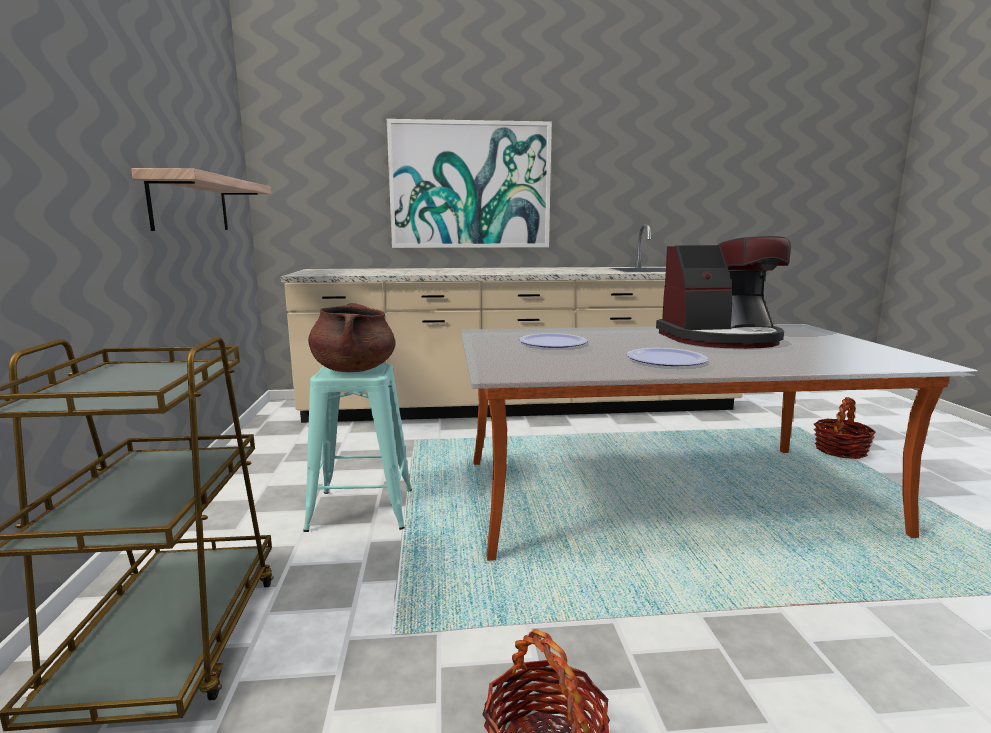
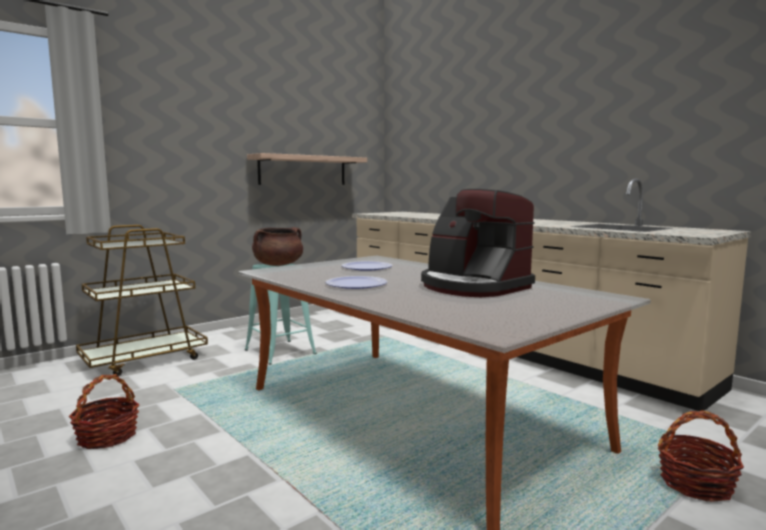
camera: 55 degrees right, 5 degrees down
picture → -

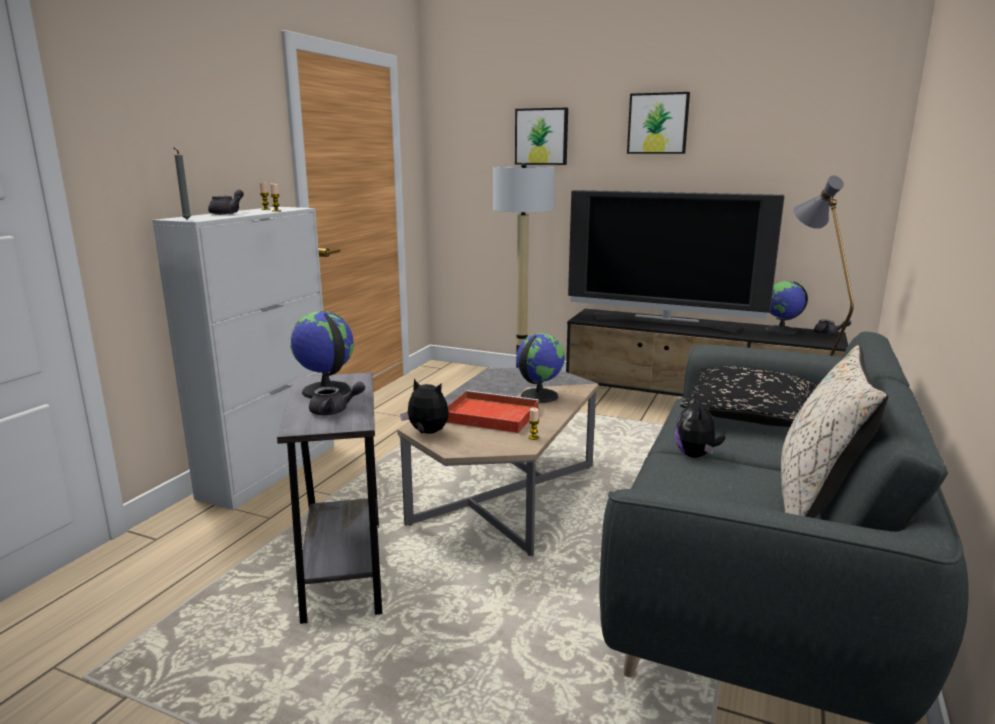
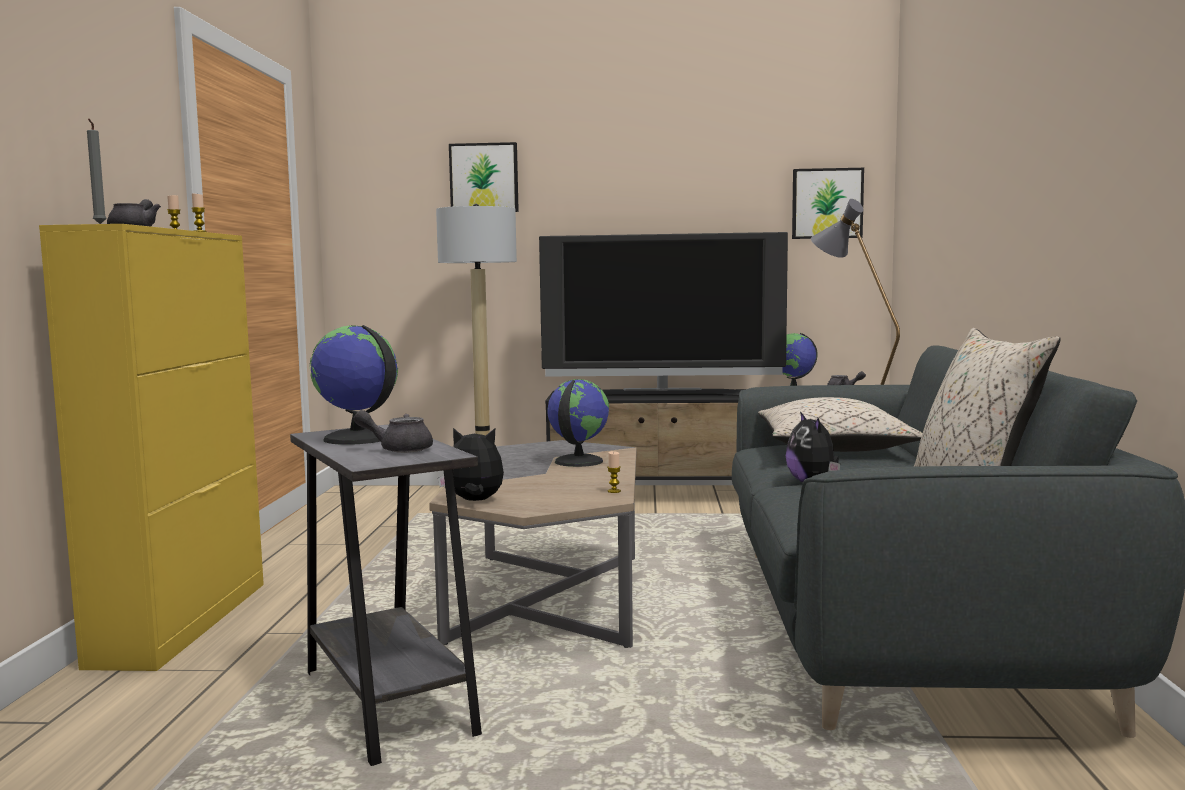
camera: 20 degrees left, 10 degrees down
white-coloured cabinet → yellow cabinet
grey teapot (2nd from left), 150 degrees counterclockwise
blackish cushion → beige cushion (1st from left)
picture (2nd from left), moved
red-coloured tray → -

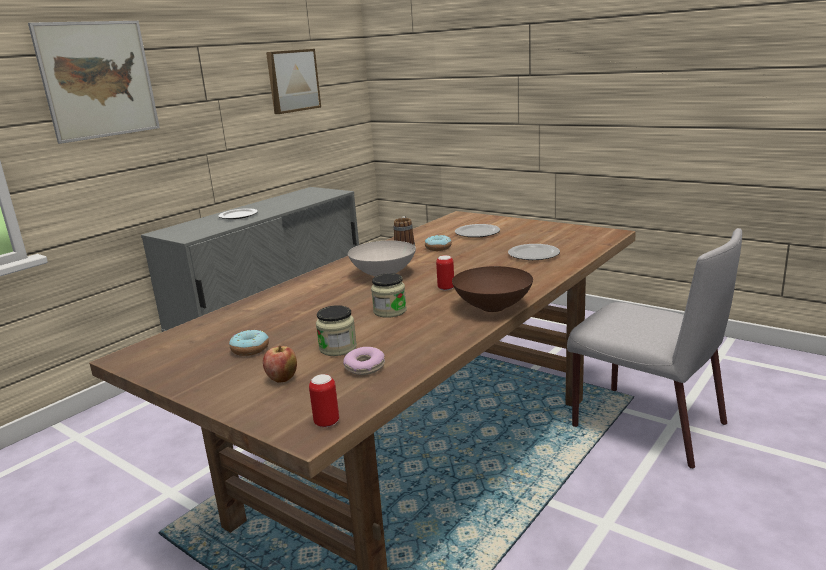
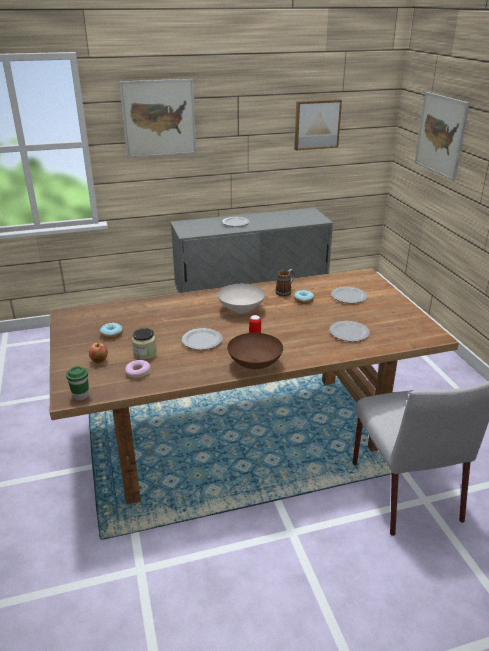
camera: 35 degrees right, 10 degrees up
can (1st from left) → green cup
storage jar (2nd from left) → plate (1st from left)
- → picture (3rd from left)

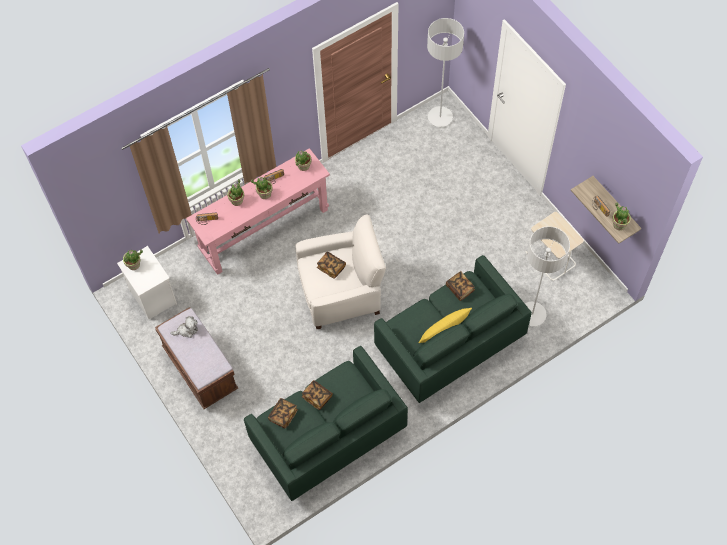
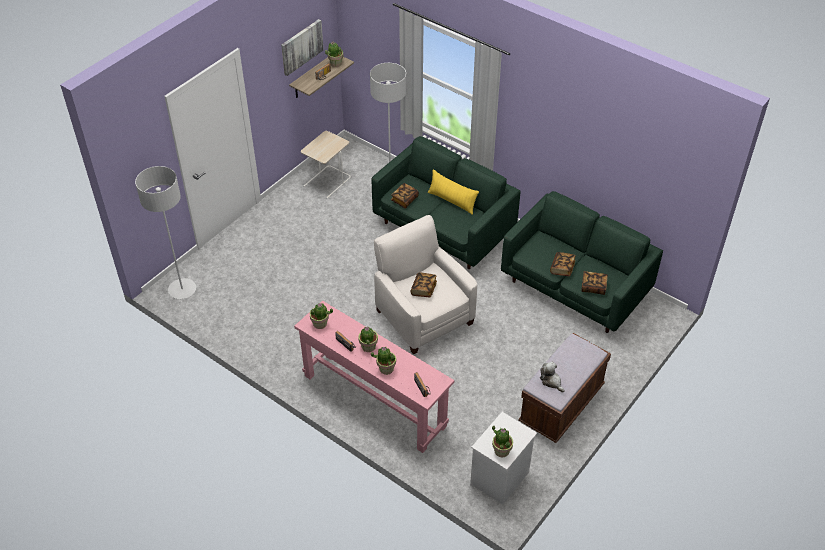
camera: 110 degrees left, 15 degrees down
- → picture

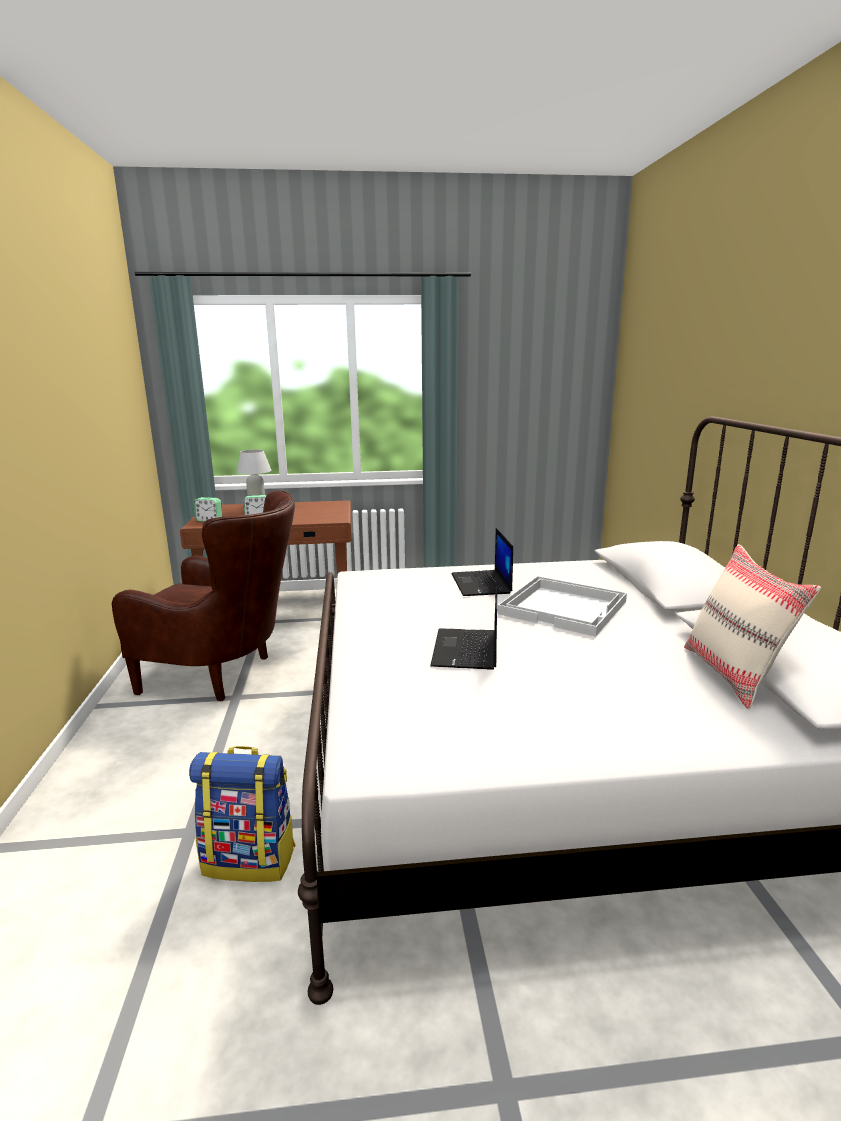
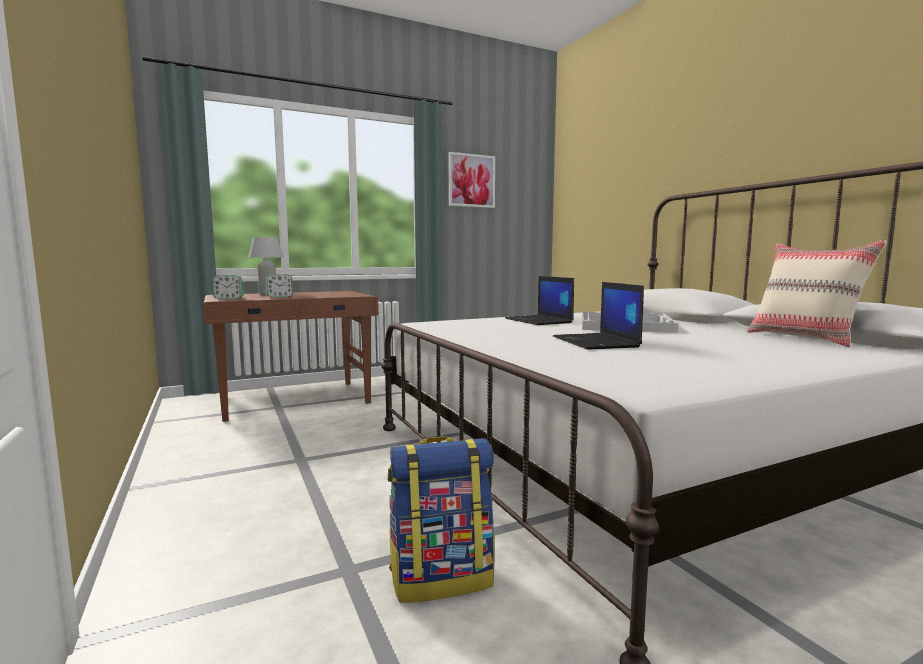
camera: 20 degrees left, 10 degrees down
- → picture
brownish armchair → -

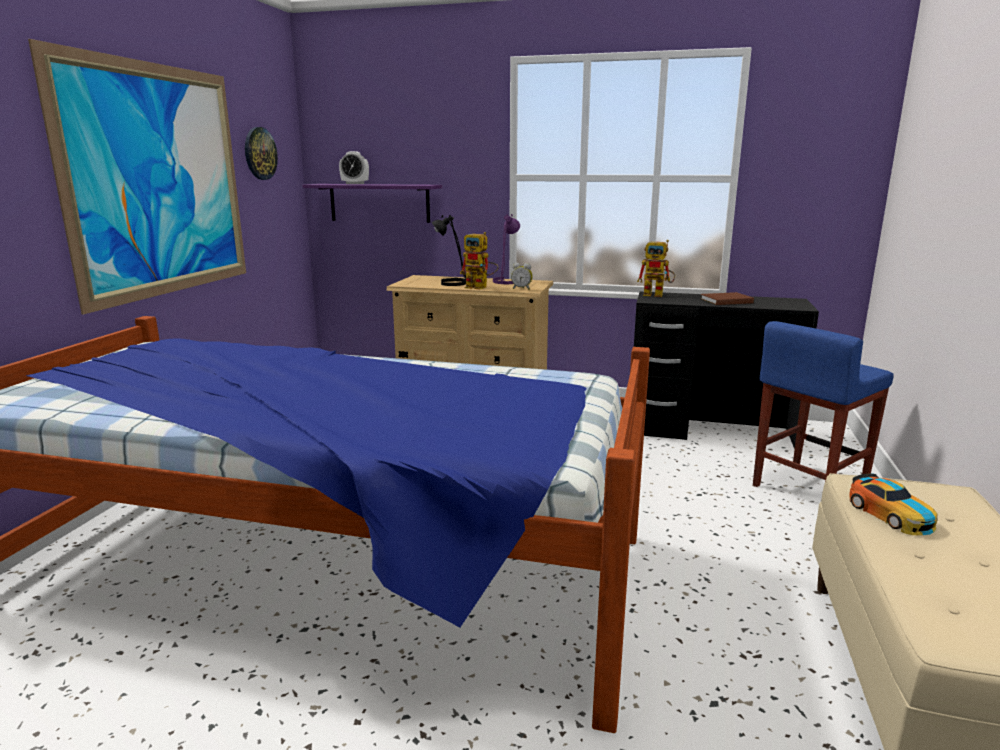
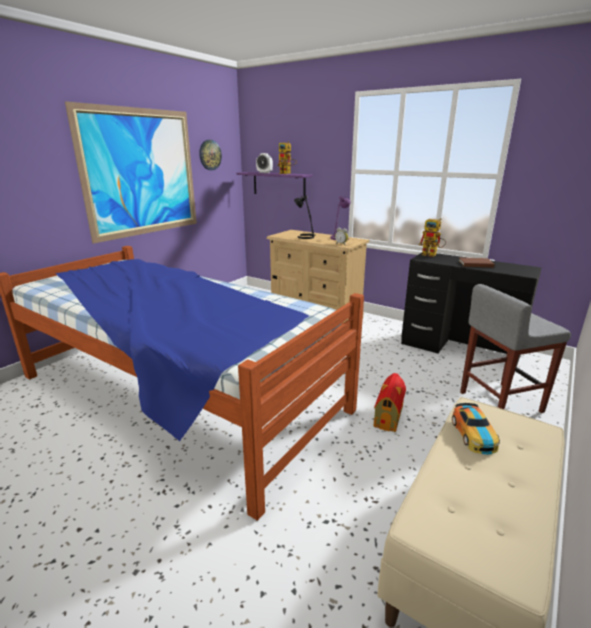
camera: 20 degrees right, 5 degrees up
robot figure (1st from left), moved
- → model house
blue stool seat → grey stool seat

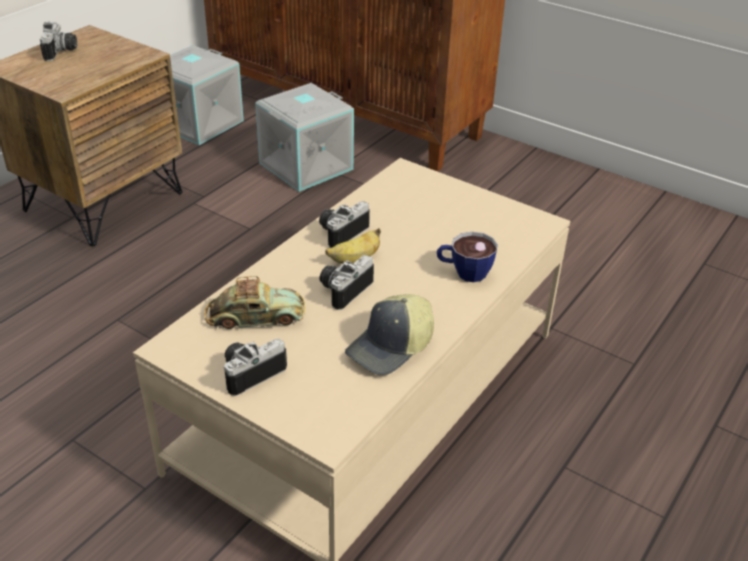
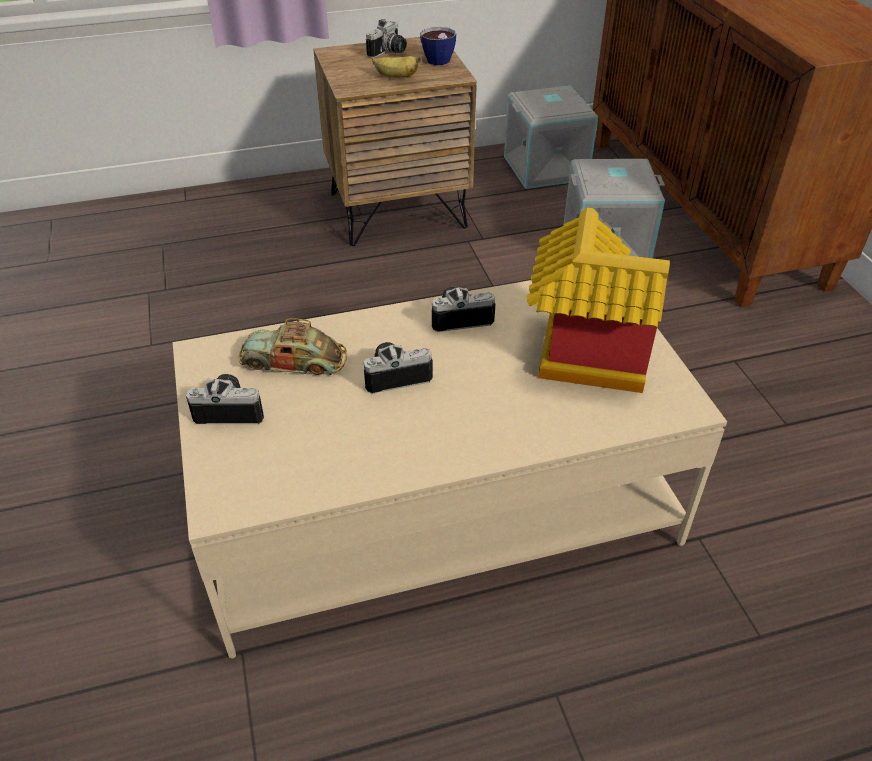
camera: 40 degrees right, 5 degrees up
model car, 150 degrees clockwise
whole banana, moved
cup, moved
- → model house
peaked cap → -

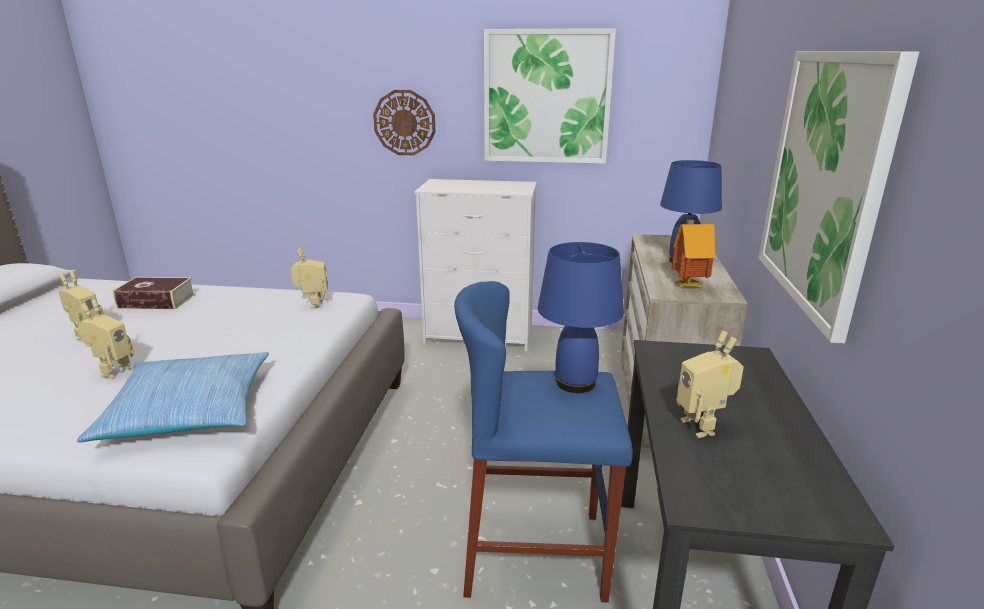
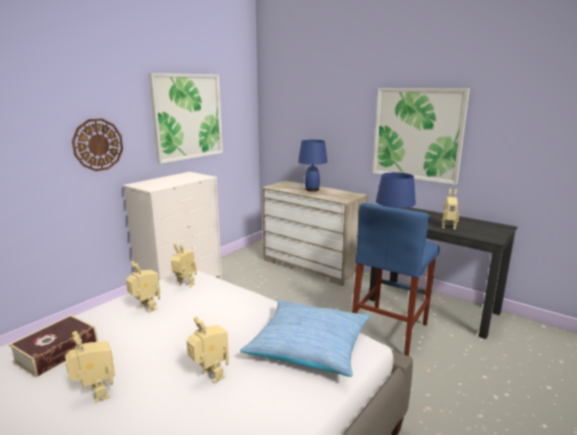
camera: 60 degrees left, 5 degrees down
- → robot figure (2nd from left)
model house → -

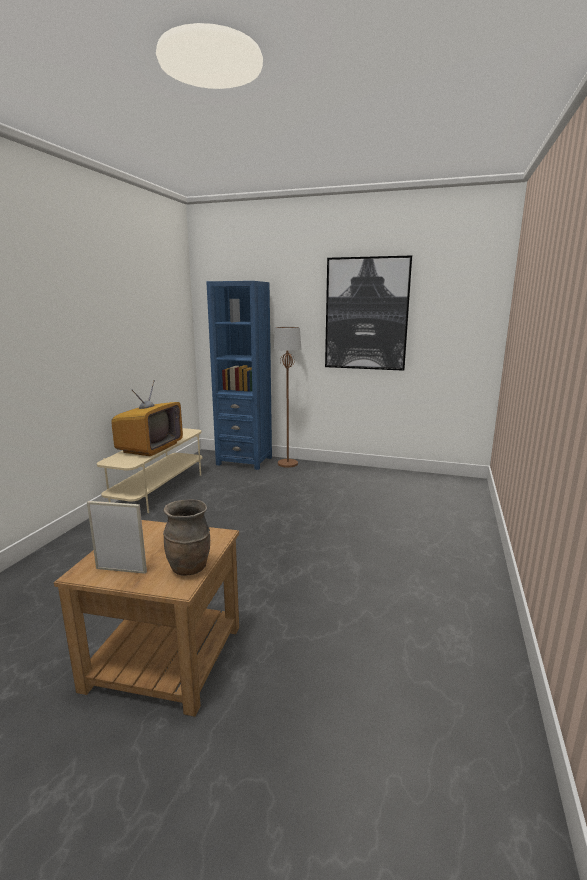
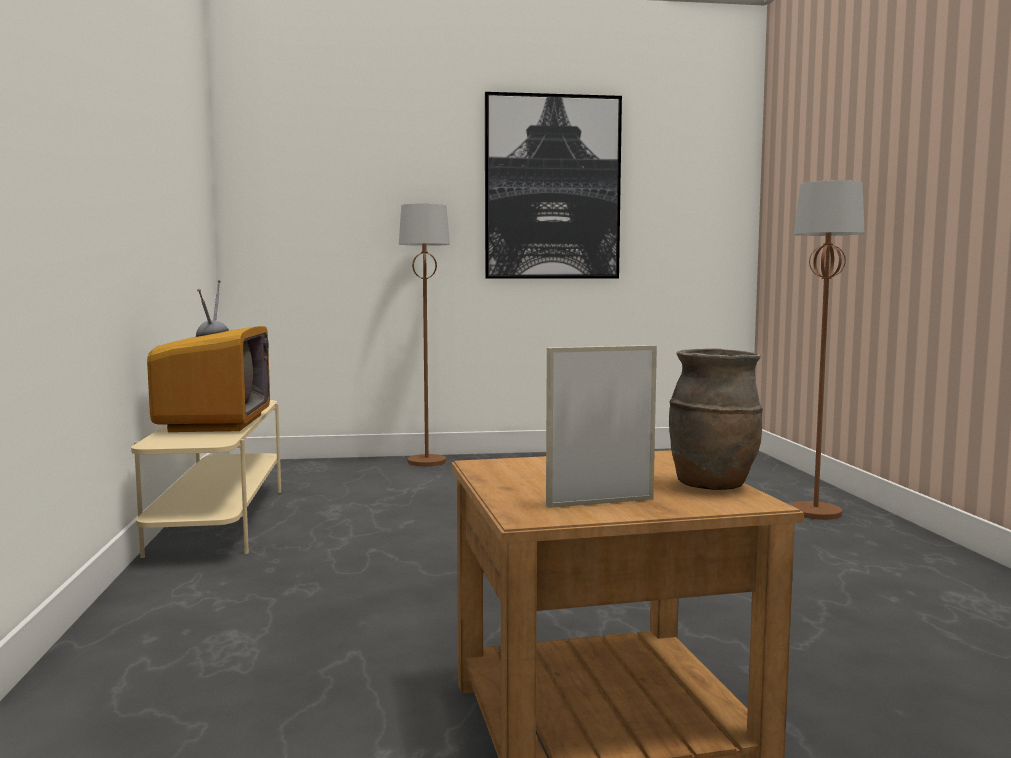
camera: 25 degrees left, 10 degrees down
- → brownish floor lamp (2nd from left)
blue bookshelf → -

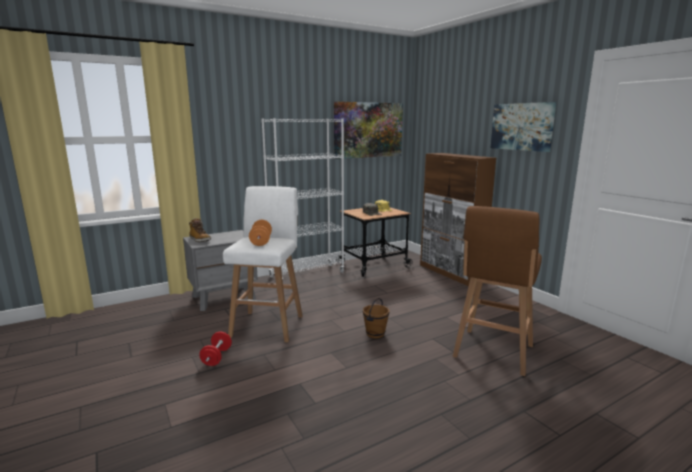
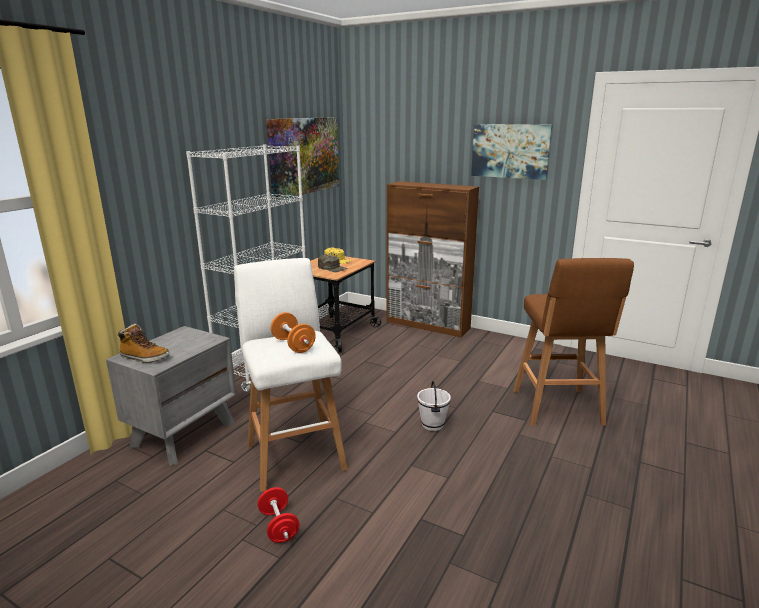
camera: 30 degrees left, 5 degrees up
brownish bucket → white-coloured bucket

